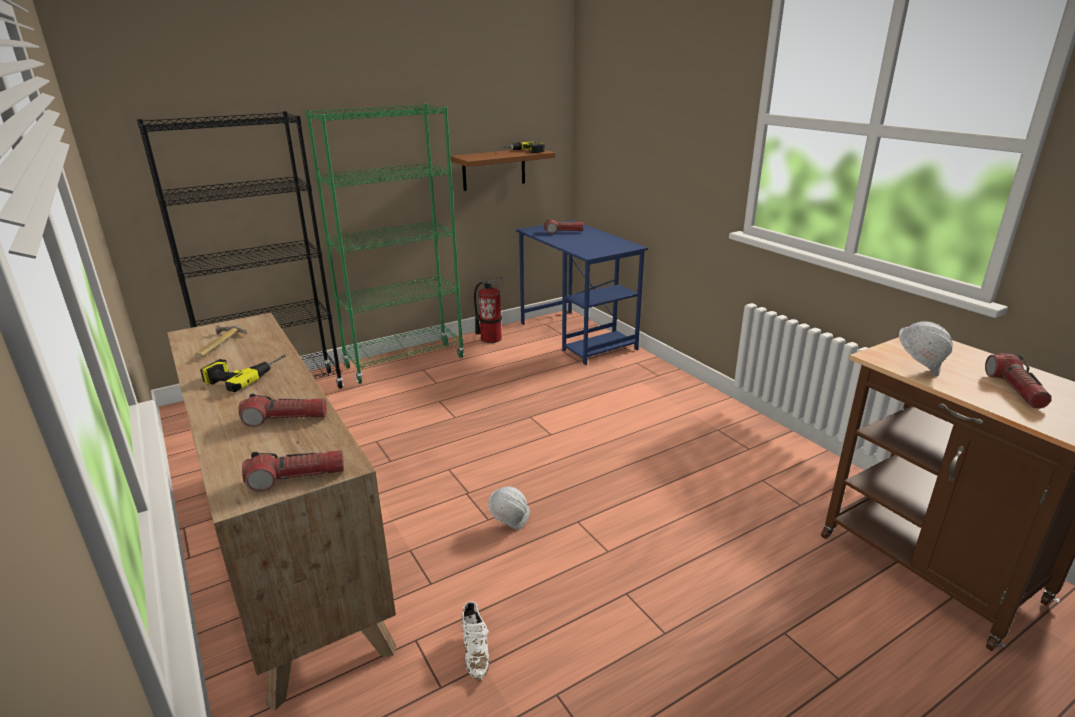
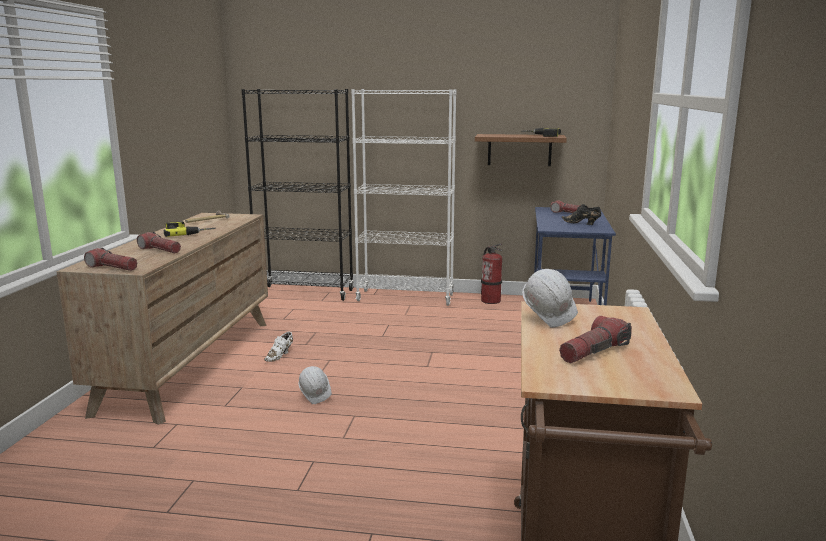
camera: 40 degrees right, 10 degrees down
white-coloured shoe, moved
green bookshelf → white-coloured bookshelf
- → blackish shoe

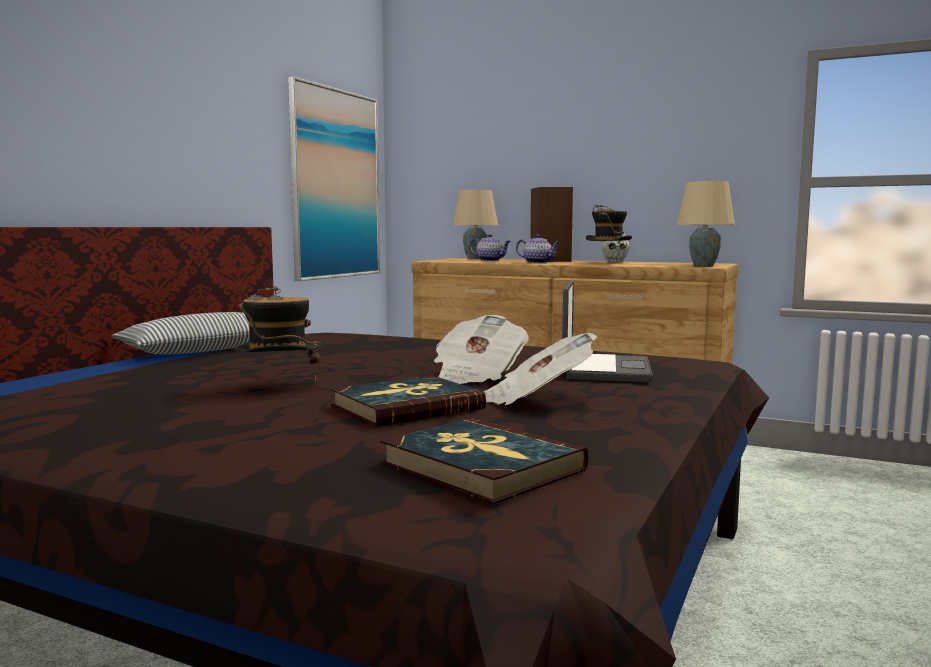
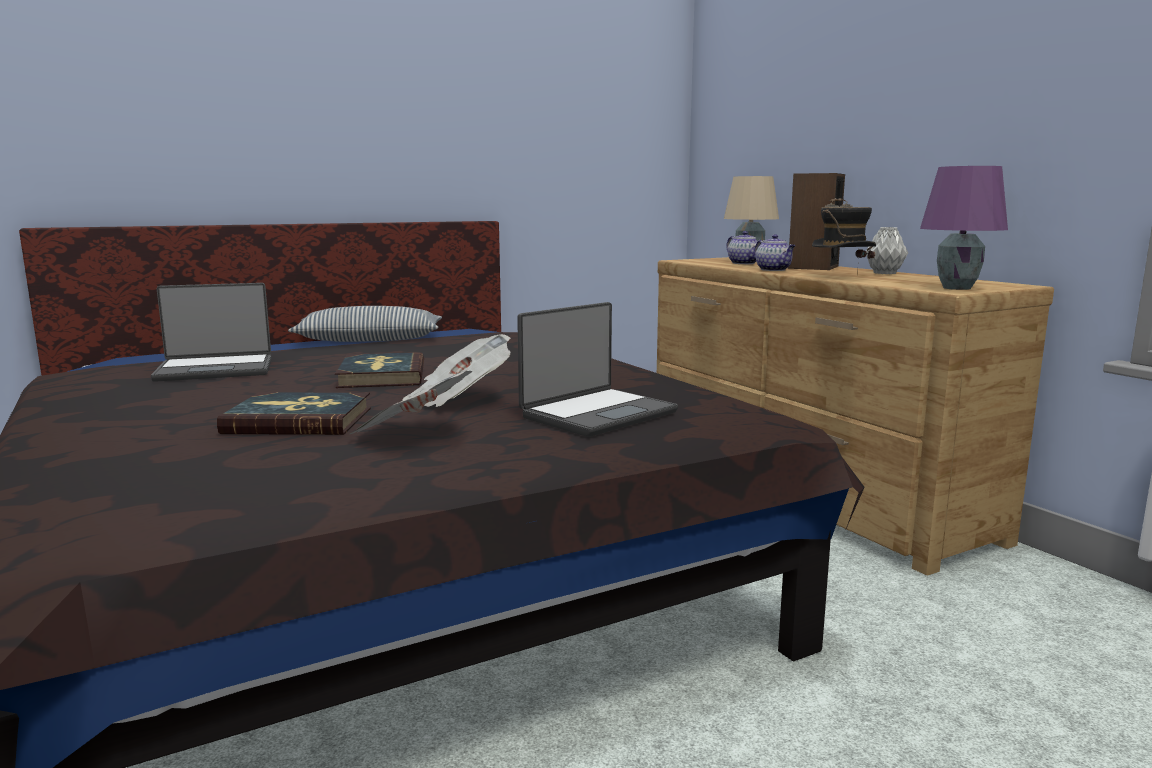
camera: 35 degrees right, 5 degrees up
- → portable computer (1st from left)
book (2nd from left), moved
beige lamp for a table (2nd from left) → purplish lamp for a table
clothing hat (1st from left) → -
picture → -

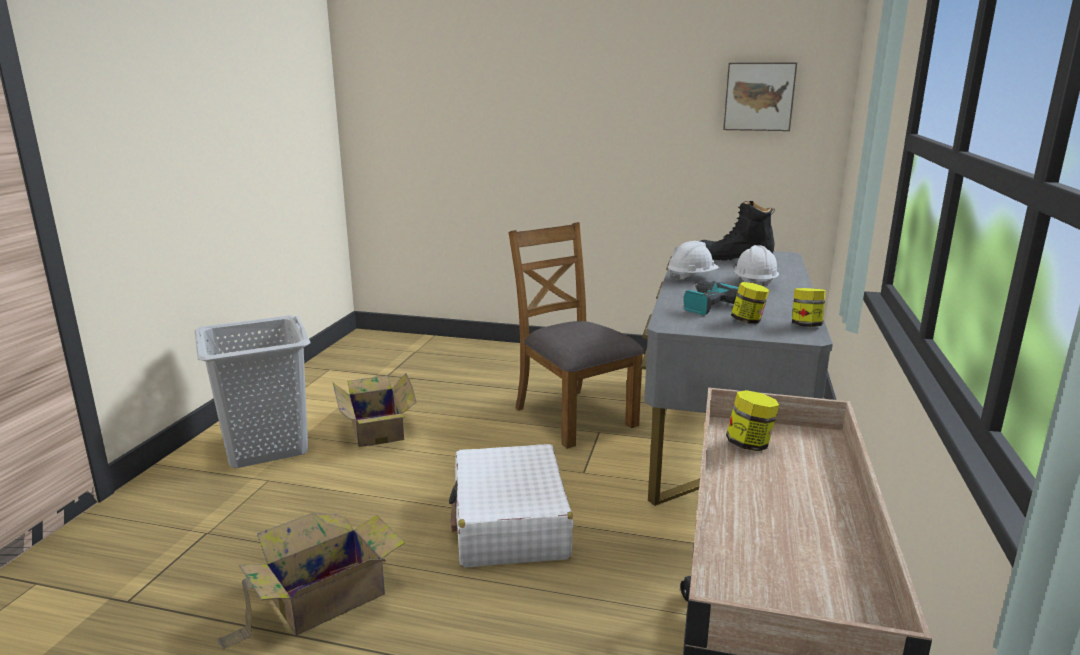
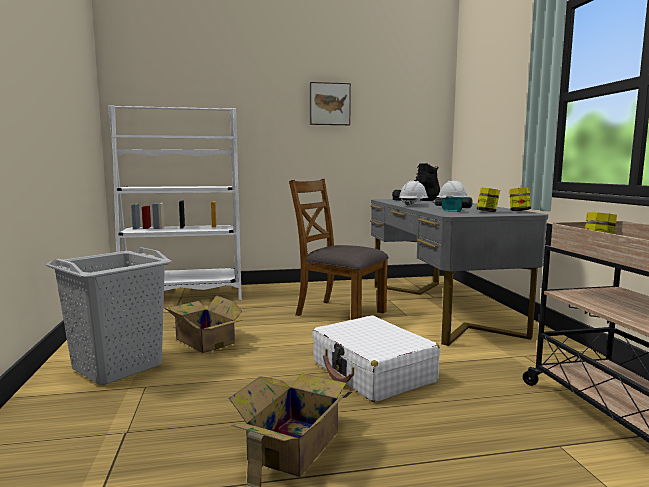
camera: 25 degrees left, 10 degrees down
- → white-coloured bookshelf
picture, moved

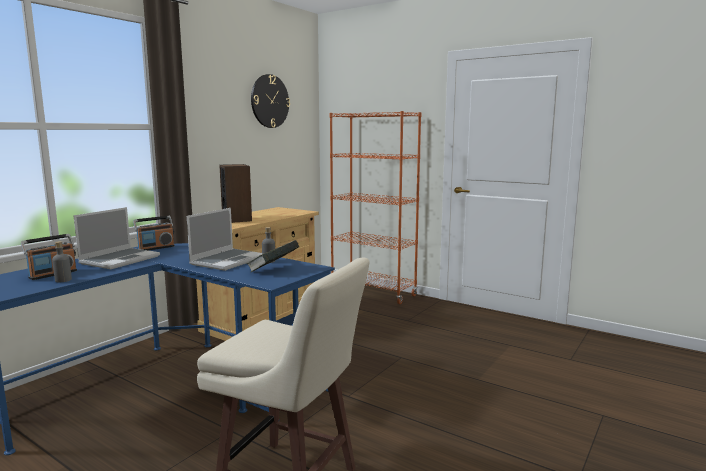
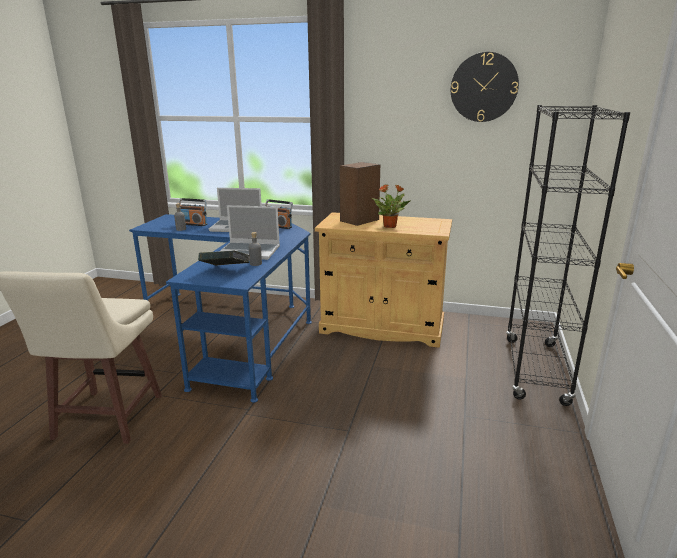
camera: 70 degrees right, 10 degrees up
- → houseplant
orange-coloured bookshelf → blackish bookshelf

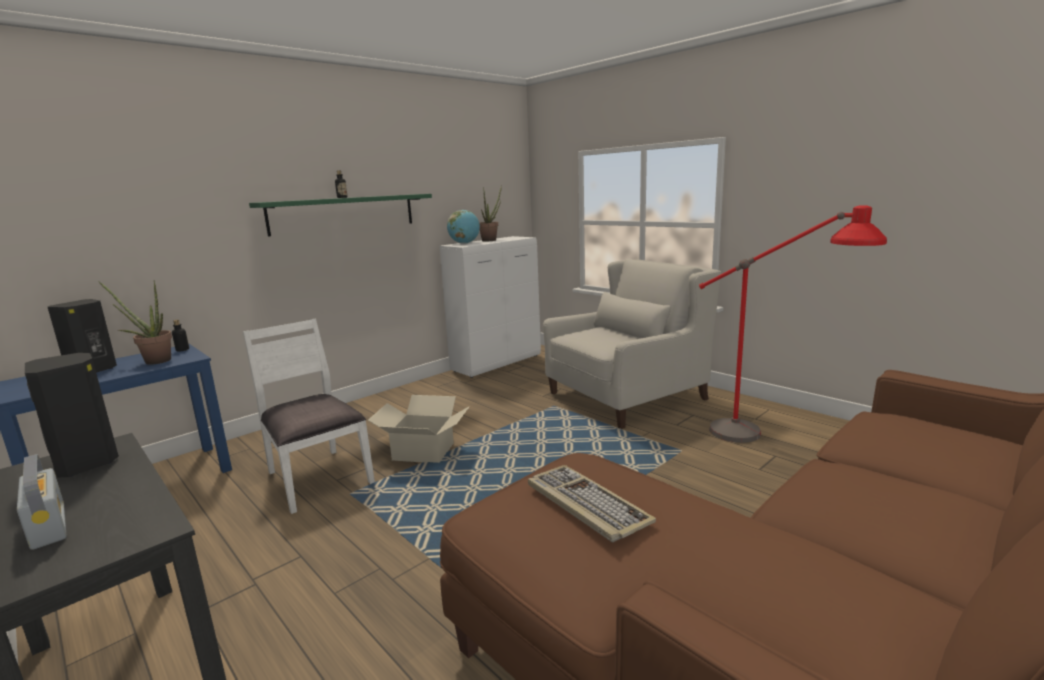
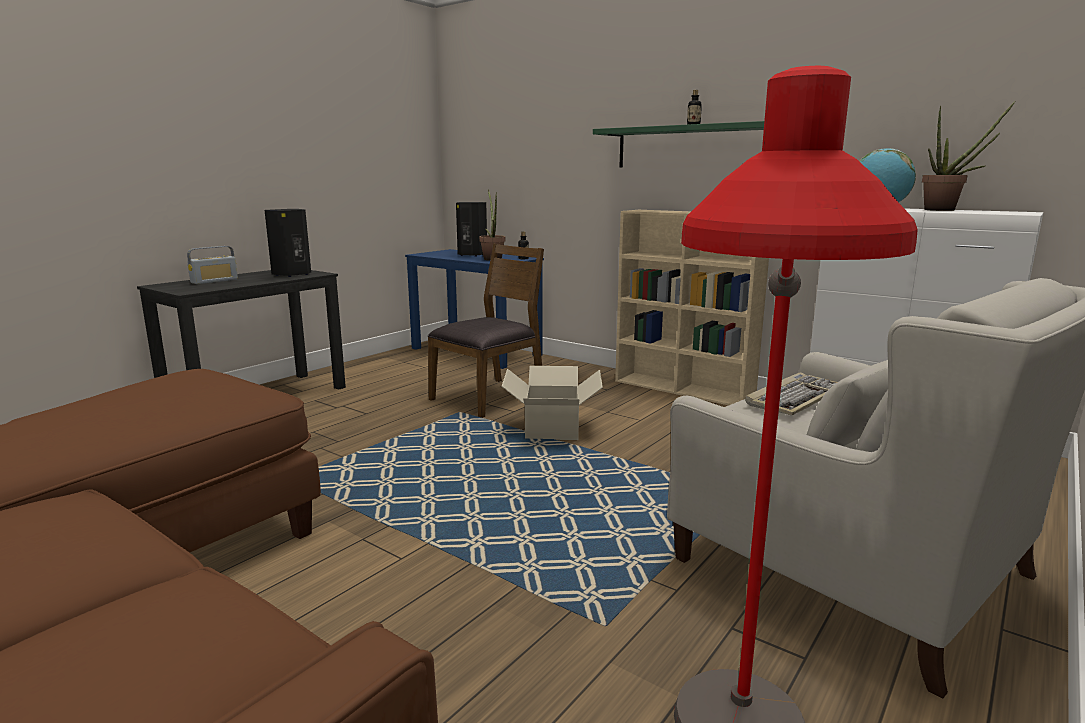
camera: 80 degrees right, 0 degrees up
white-coloured plain chair → brownish plain chair
- → beige bookshelf
keyboard, moved

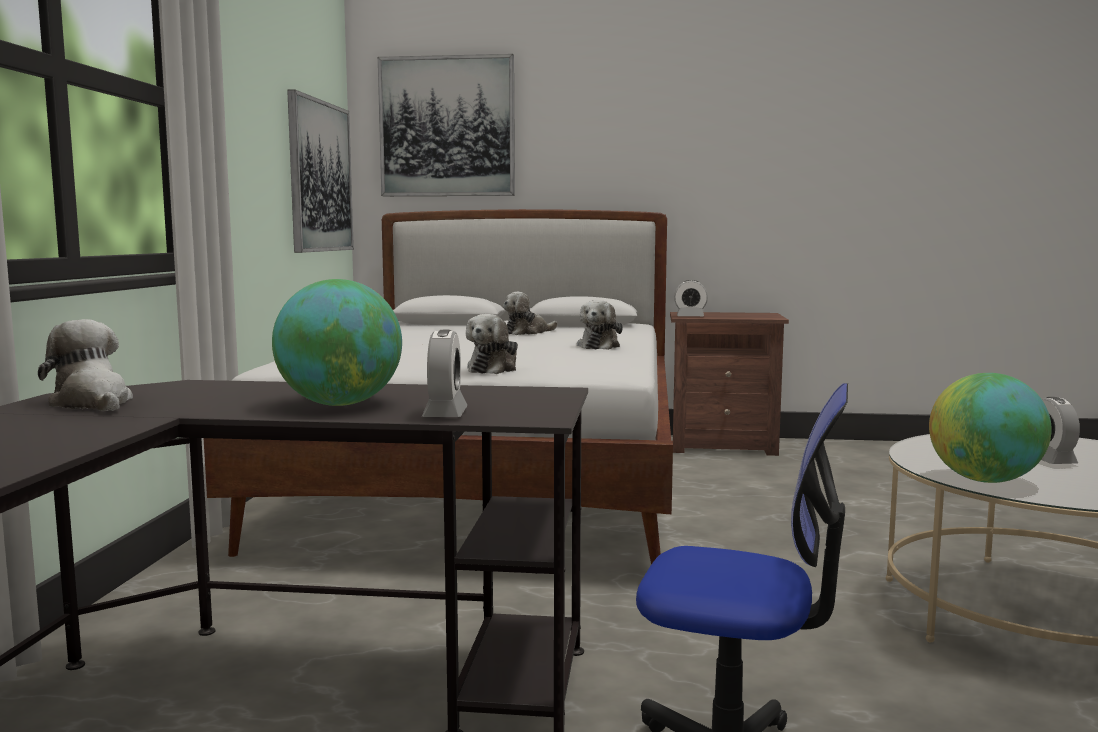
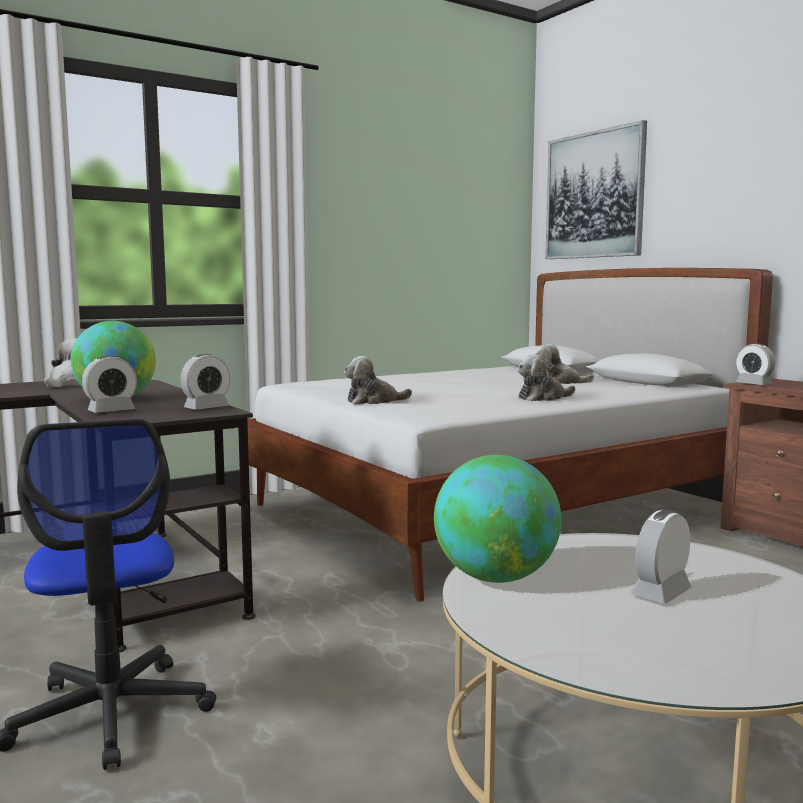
camera: 50 degrees right, 0 degrees up
- → table clock (2nd from left)
picture (1st from left) → -

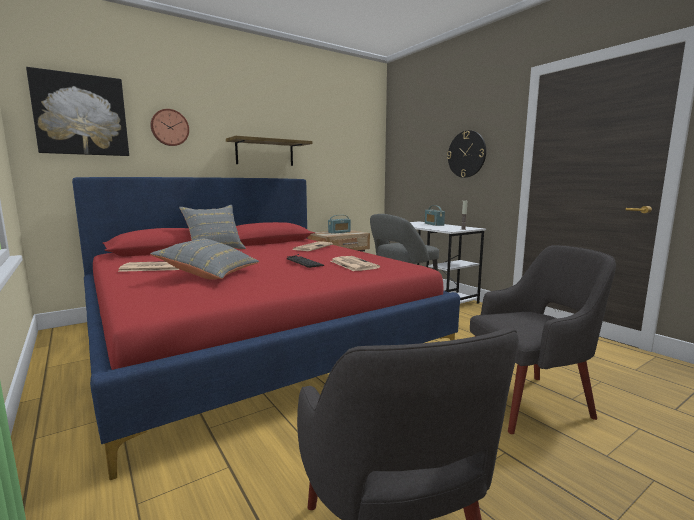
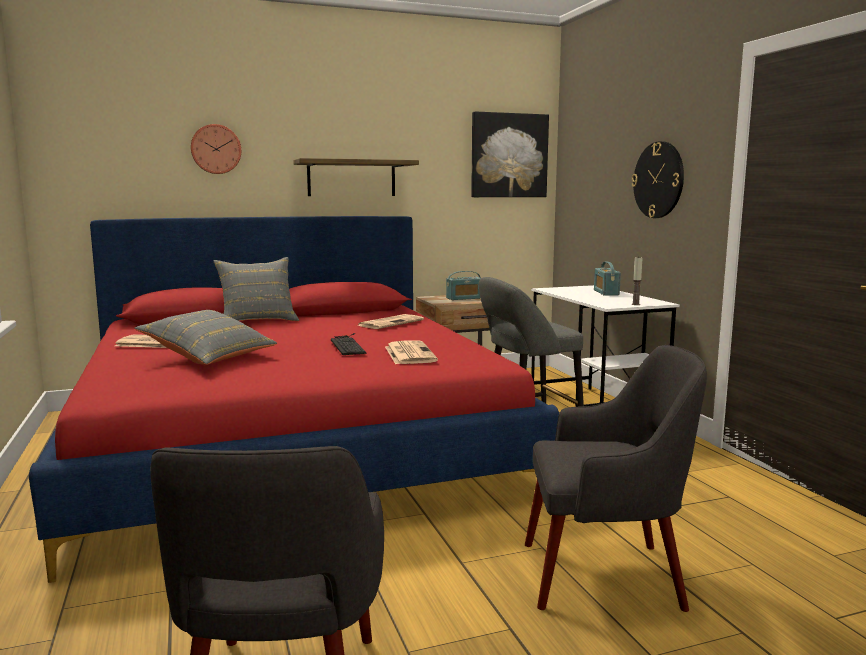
camera: 15 degrees right, 0 degrees up
picture, moved

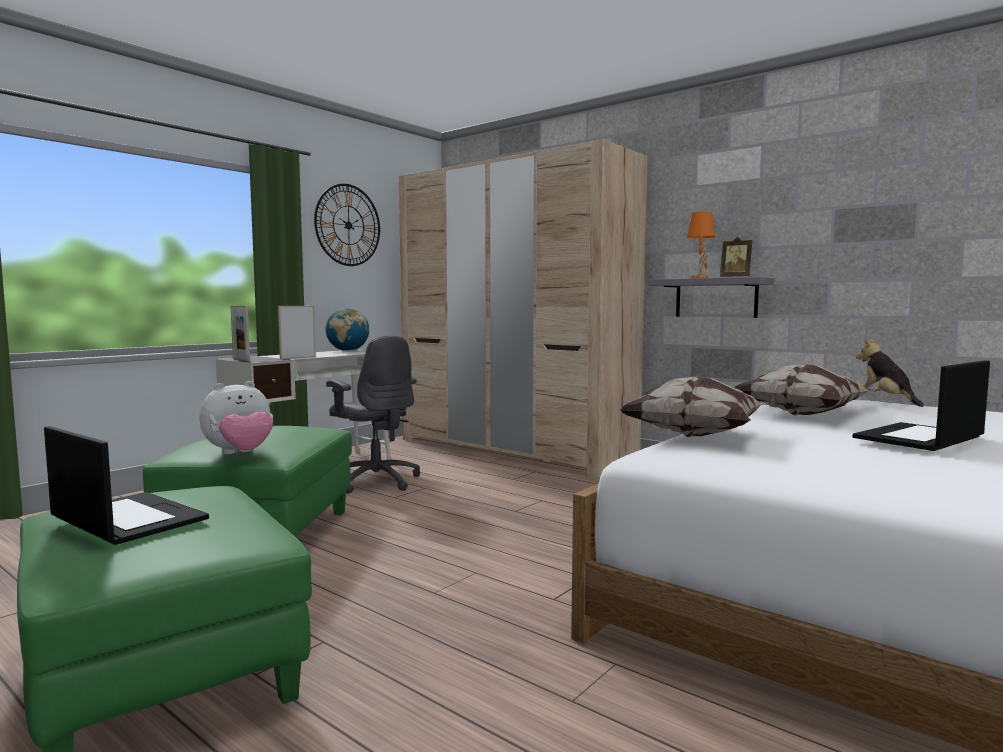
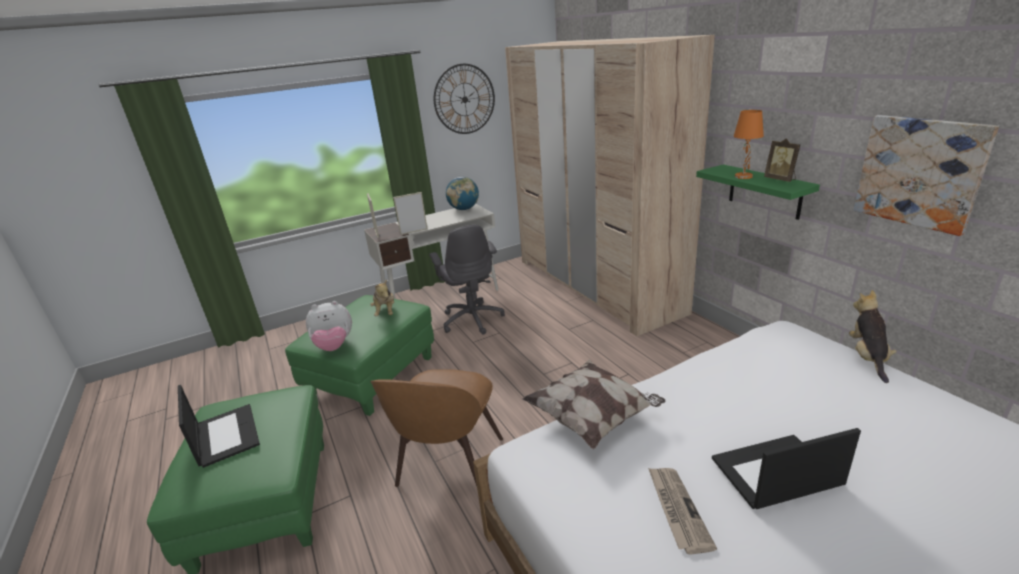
camera: 25 degrees right, 20 degrees up
- → plush toy (2nd from left)
- → brownish plain chair
- → printed paper
grey wall shelf → green wall shelf
- → picture
cushion (2nd from left) → -

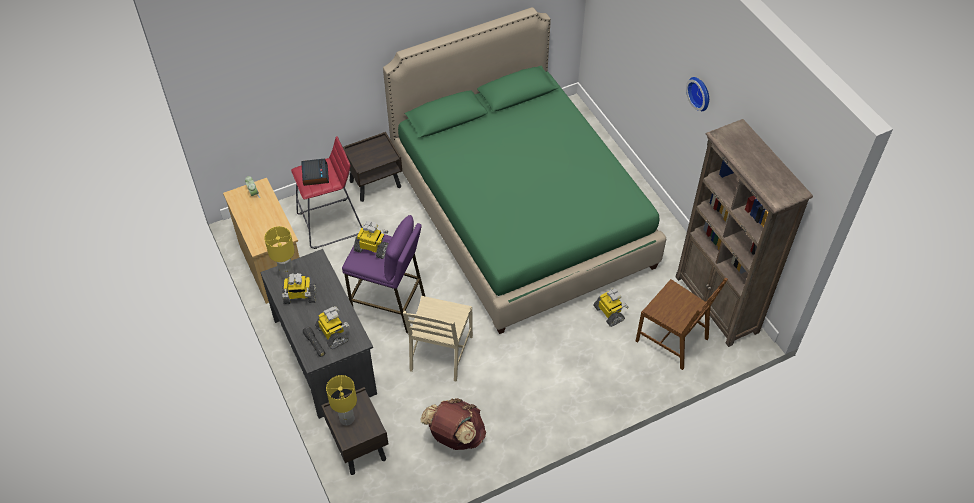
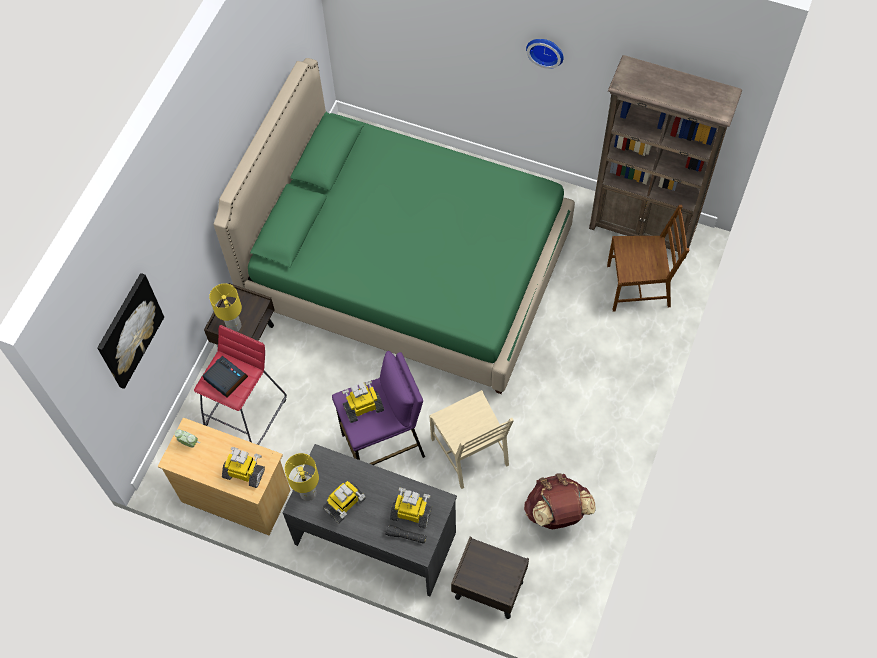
camera: 40 degrees left, 10 degrees up
- → picture
yellow lamp for a table (2nd from left in the first image) → yellow lamp for a table (1st from left), moved
robot figure (4th from left in the first image) → robot figure (1st from left), moved

